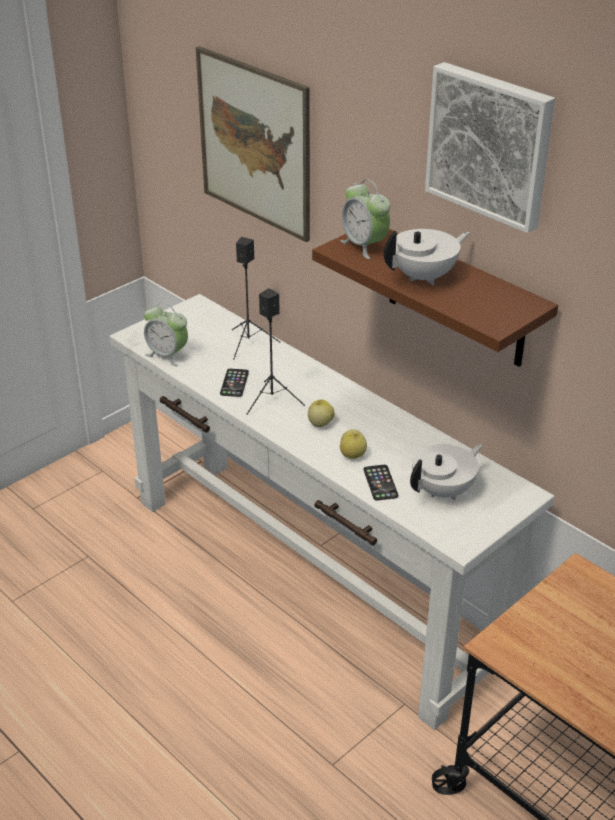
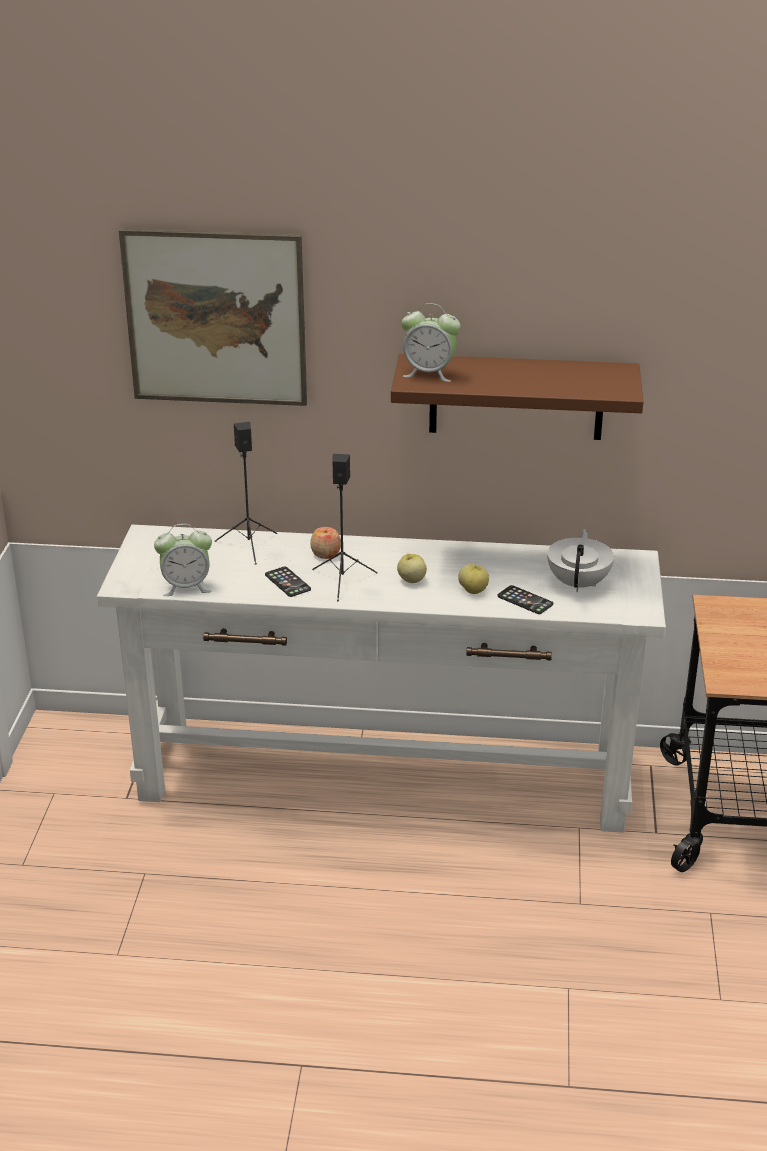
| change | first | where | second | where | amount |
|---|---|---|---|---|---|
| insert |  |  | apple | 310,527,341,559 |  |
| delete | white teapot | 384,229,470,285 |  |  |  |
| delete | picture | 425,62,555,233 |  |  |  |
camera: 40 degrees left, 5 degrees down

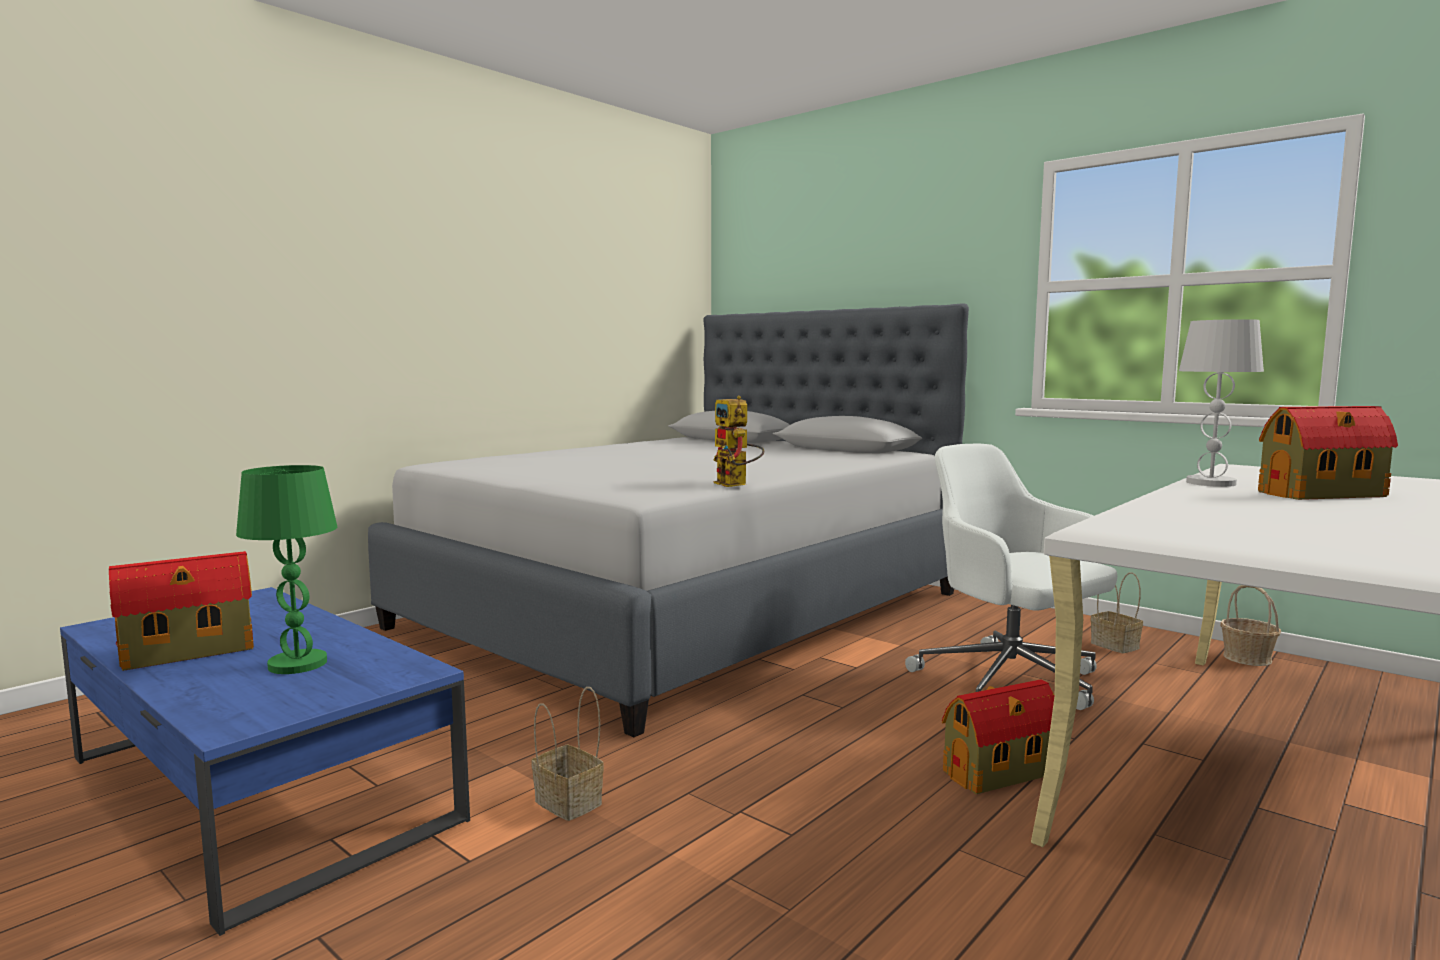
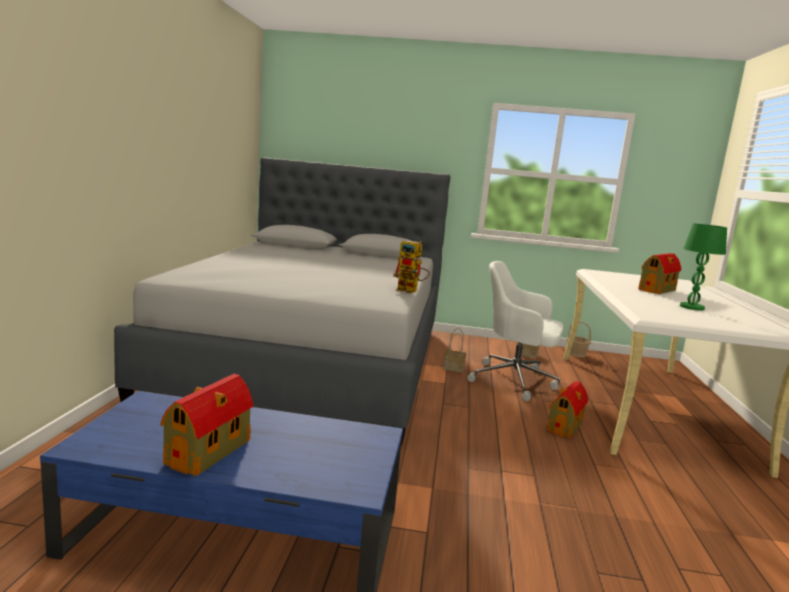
| change | first | where | second | where | amount |
|---|---|---|---|---|---|
| move | basket | 531,687,604,821 |  | 443,328,466,372 |  |
| move | green table lamp | 236,465,337,674 |  | 680,224,727,311 |  |
| delete | white table lamp | 1179,319,1264,487 |  |  |  |
camera: 35 degrees left, 5 degrees up

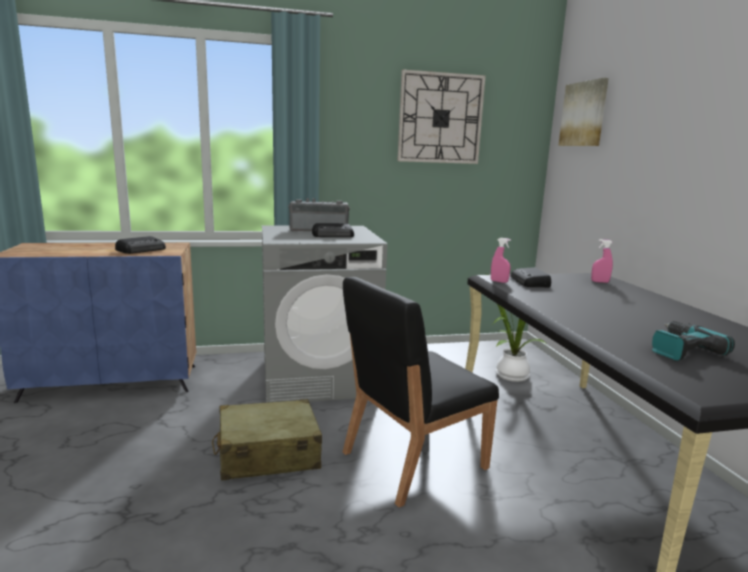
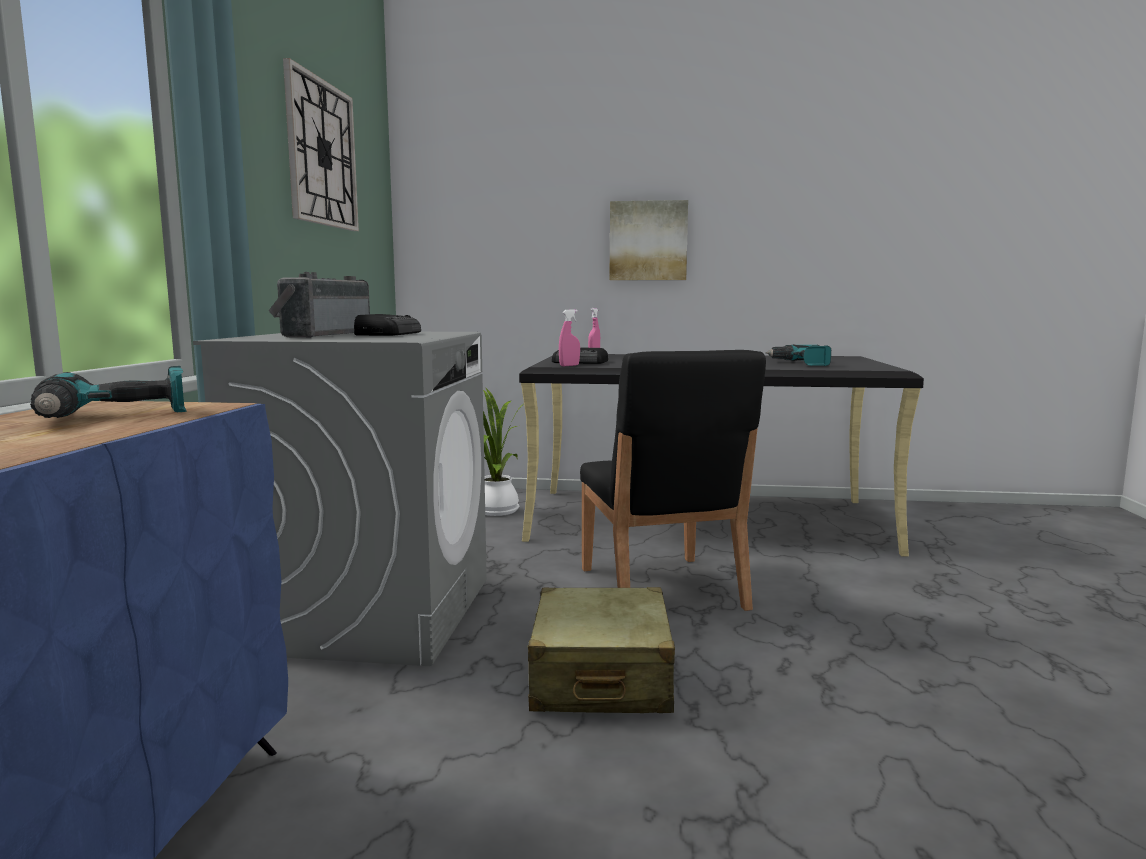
| change | first | where | second | where | amount |
|---|---|---|---|---|---|
| replace | radio | 115,236,166,254 | power drill | 30,366,187,418 |  |
| move | picture | 558,78,609,146 |  | 609,200,688,280 |  |
camera: 70 degrees left, 5 degrees down

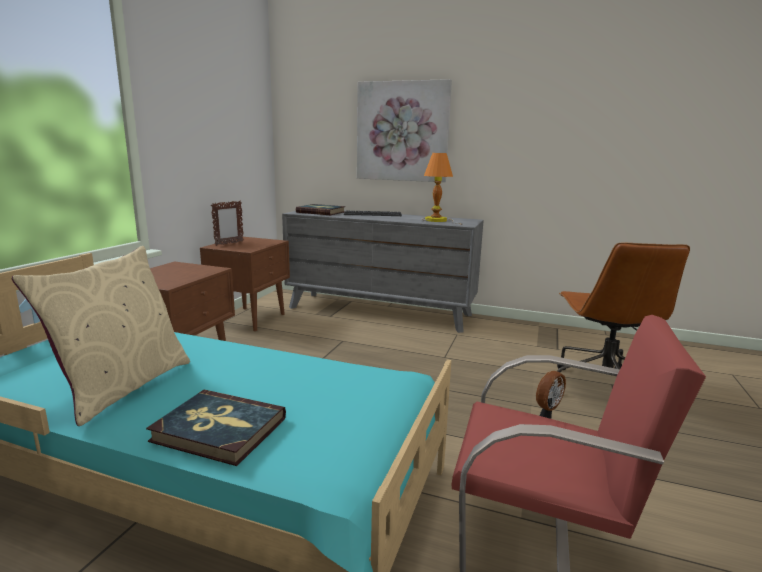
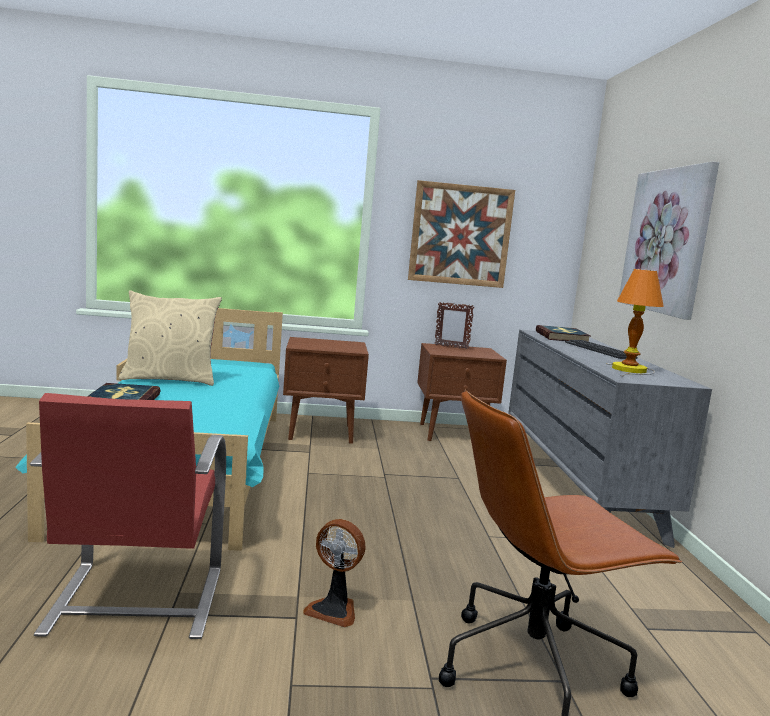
| change | first | where | second | where | amount |
|---|---|---|---|---|---|
| insert |  |  | picture | 408,180,515,288 |  |
camera: 65 degrees right, 5 degrees down

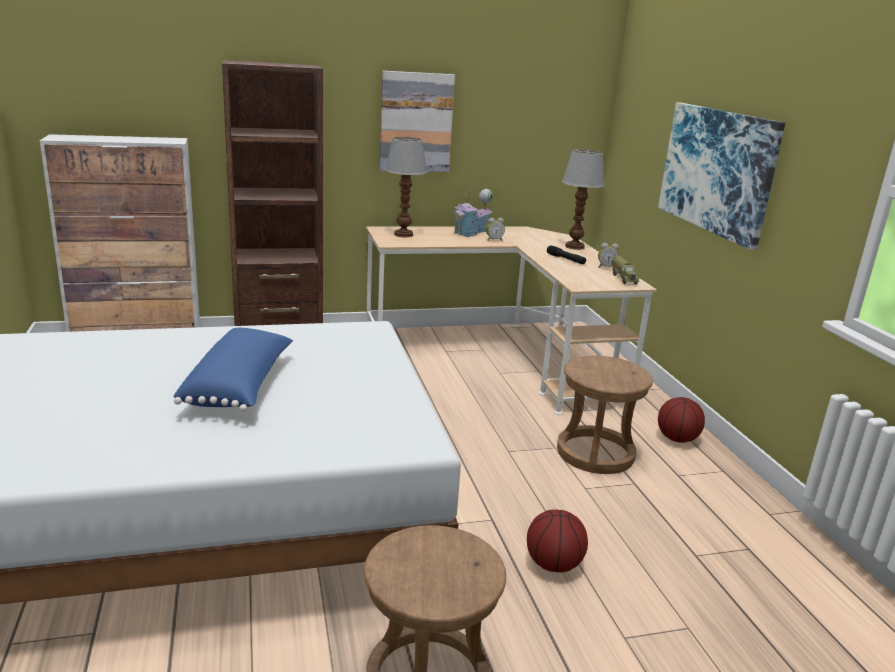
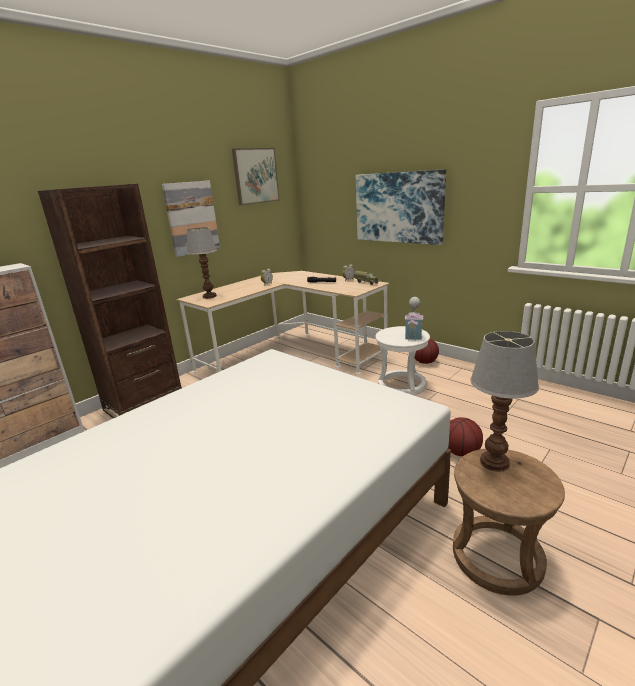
| change | first | where | second | where | amount |
|---|---|---|---|---|---|
| insert |  |  | picture | 232,148,280,205 |  |
| recolor | brown stool | 557,356,653,474 | white stool | 375,326,430,396 |  |
| move | toy house | 452,188,493,237 |  | 405,297,423,341 |  |
| move | table lamp | 562,149,605,250 |  | 470,331,539,472 |  |
| delete | blue pillow | 173,328,293,412 |  |  |  |
camera: 30 degrees left, 0 degrees up

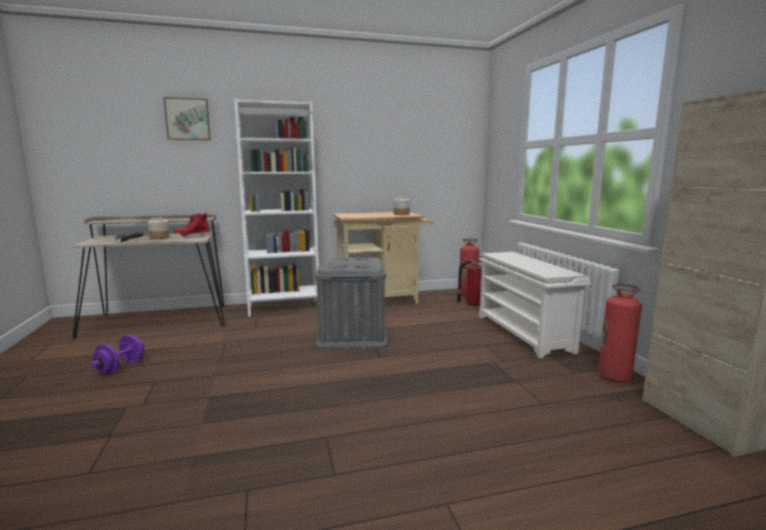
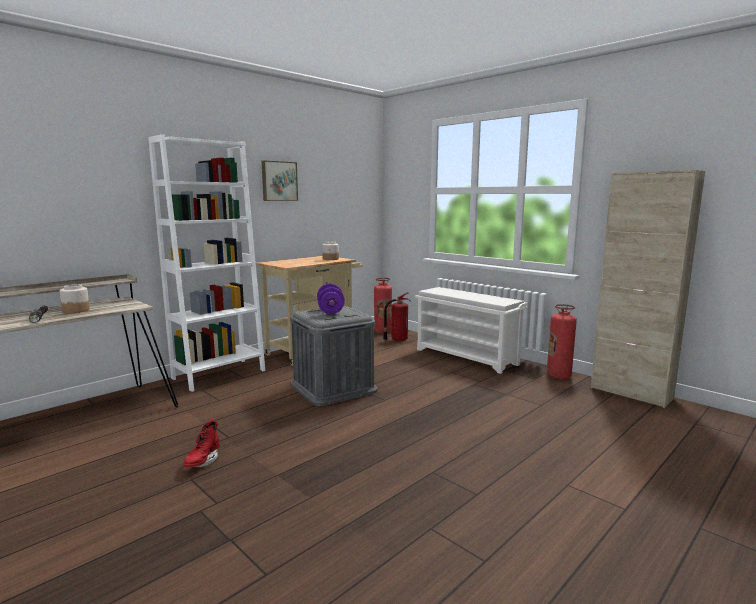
| change | first | where | second | where | amount |
|---|---|---|---|---|---|
| move | red boot | 174,213,209,237 |  | 183,418,220,467 |  |
| move | picture | 163,97,211,140 |  | 262,161,298,201 |  |
| move | purple dumbbell | 91,335,145,374 |  | 317,283,345,314 |  |
camera: 30 degrees left, 0 degrees up

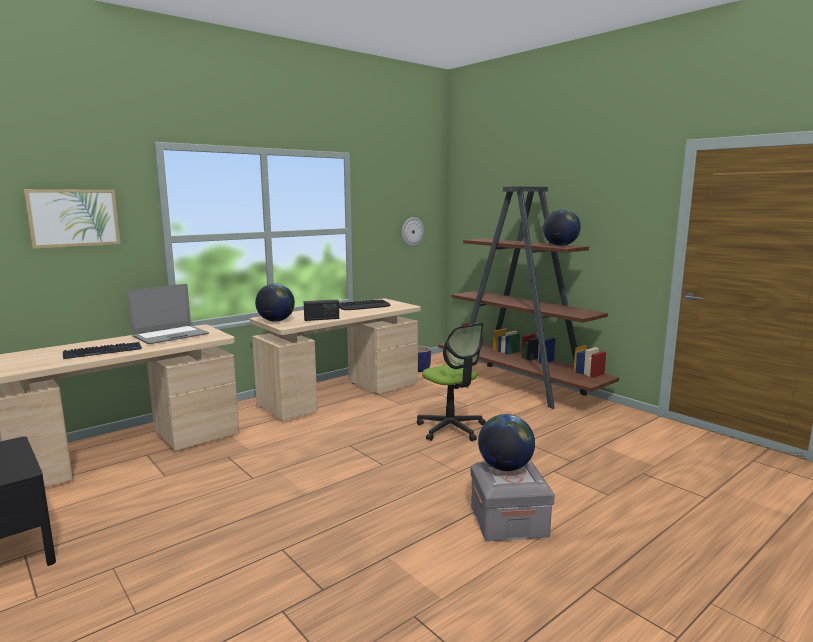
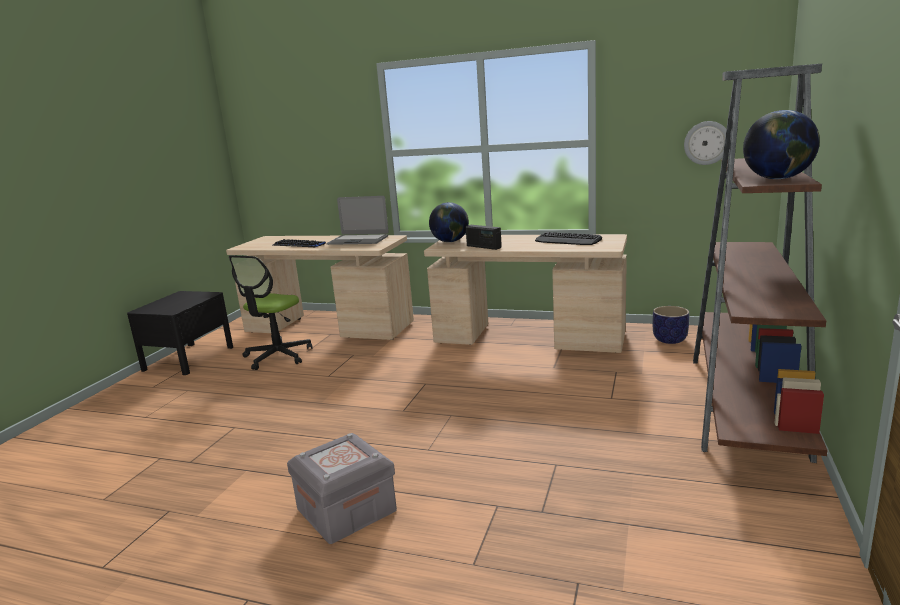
| change | first | where | second | where | amount |
|---|---|---|---|---|---|
| move | office chair | 417,323,486,441 |  | 229,255,312,370 |  |
| delete | picture | 23,189,121,249 |  |  |  |
| delete | globe | 478,414,535,471 |  |  |  |
camera: 60 degrees right, 5 degrees up

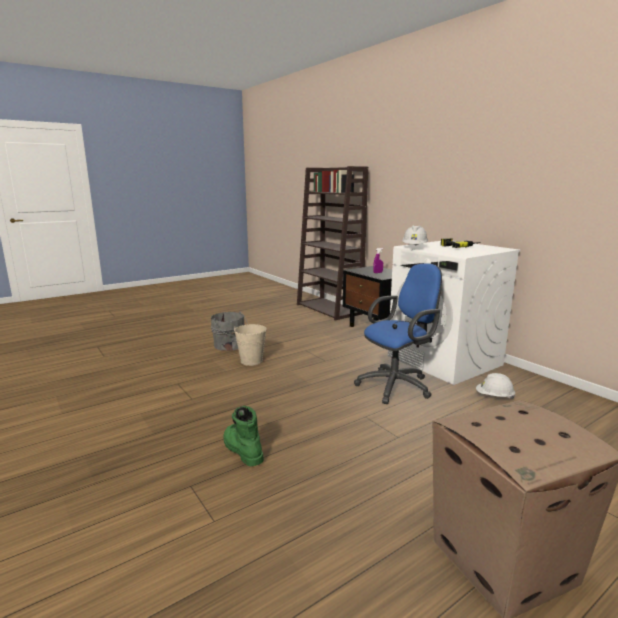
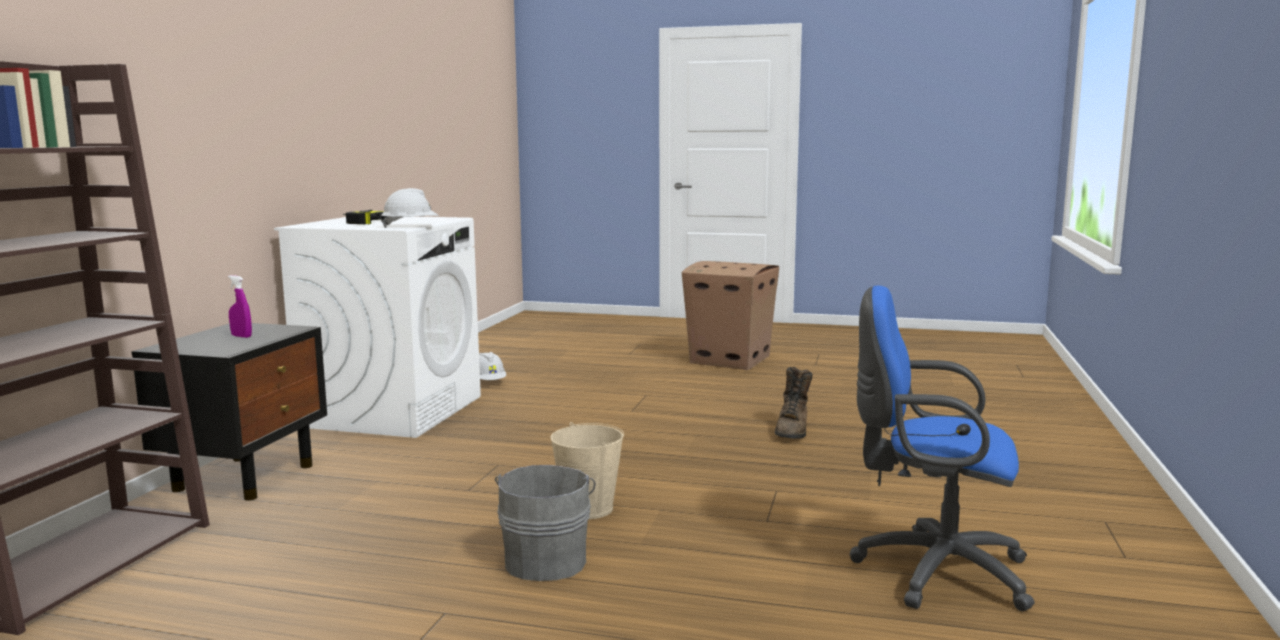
| change | first | where | second | where | amount |
|---|---|---|---|---|---|
| recolor | green boot | 224,406,264,466 | brown boot | 775,367,813,439 |  |
| move | blue office chair | 354,263,442,404 |  | 849,285,1035,611 |  |
camera: 130 degrees left, 5 degrees down

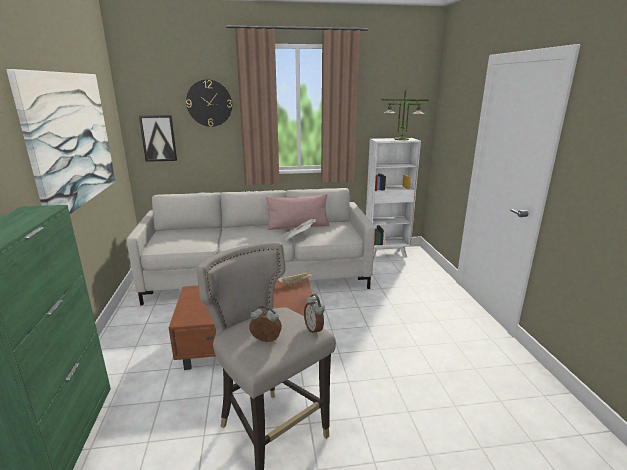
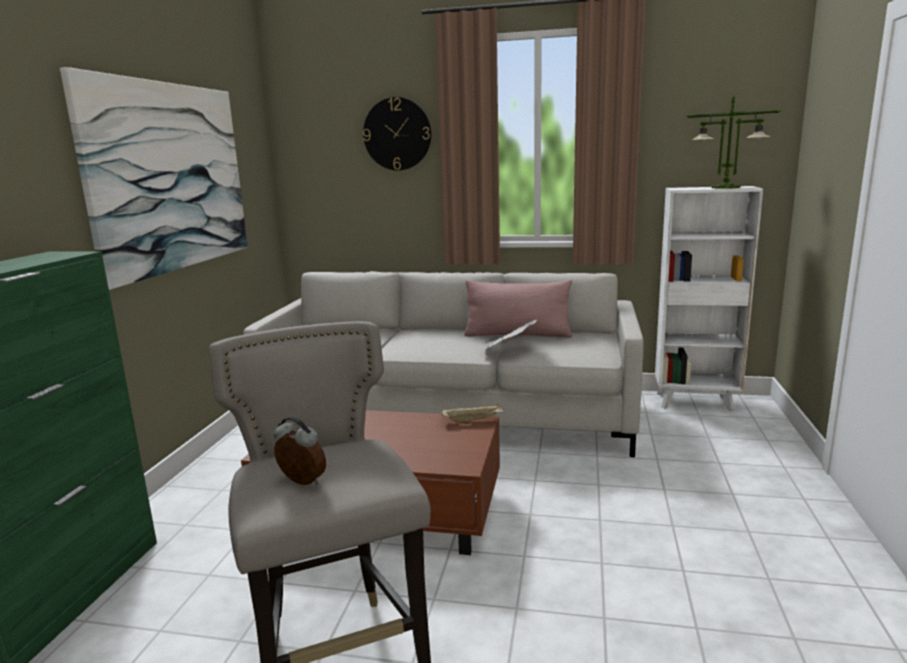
| change | first | where | second | where | amount |
|---|---|---|---|---|---|
| delete | picture | 139,115,177,162 |  |  |  |
| delete | alarm clock | 304,294,325,335 |  |  |  |
camera: 20 degrees right, 5 degrees down

